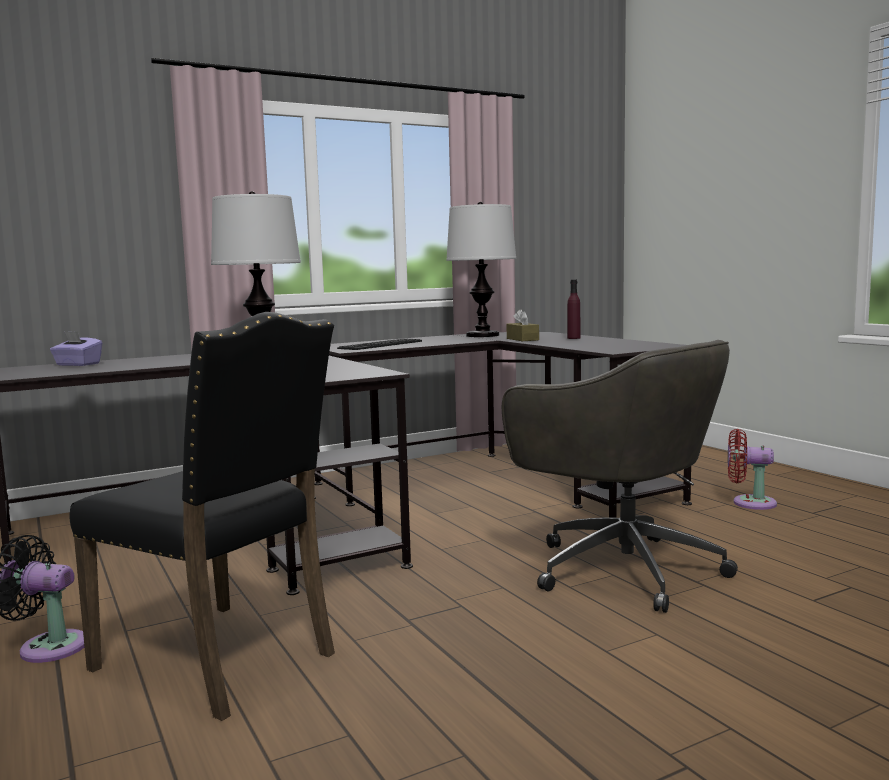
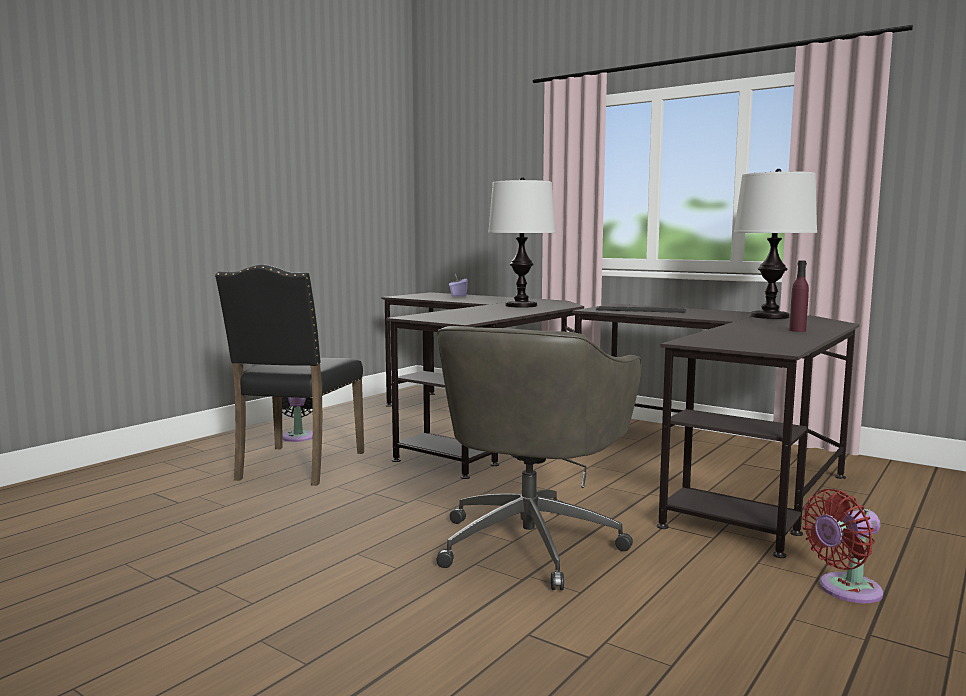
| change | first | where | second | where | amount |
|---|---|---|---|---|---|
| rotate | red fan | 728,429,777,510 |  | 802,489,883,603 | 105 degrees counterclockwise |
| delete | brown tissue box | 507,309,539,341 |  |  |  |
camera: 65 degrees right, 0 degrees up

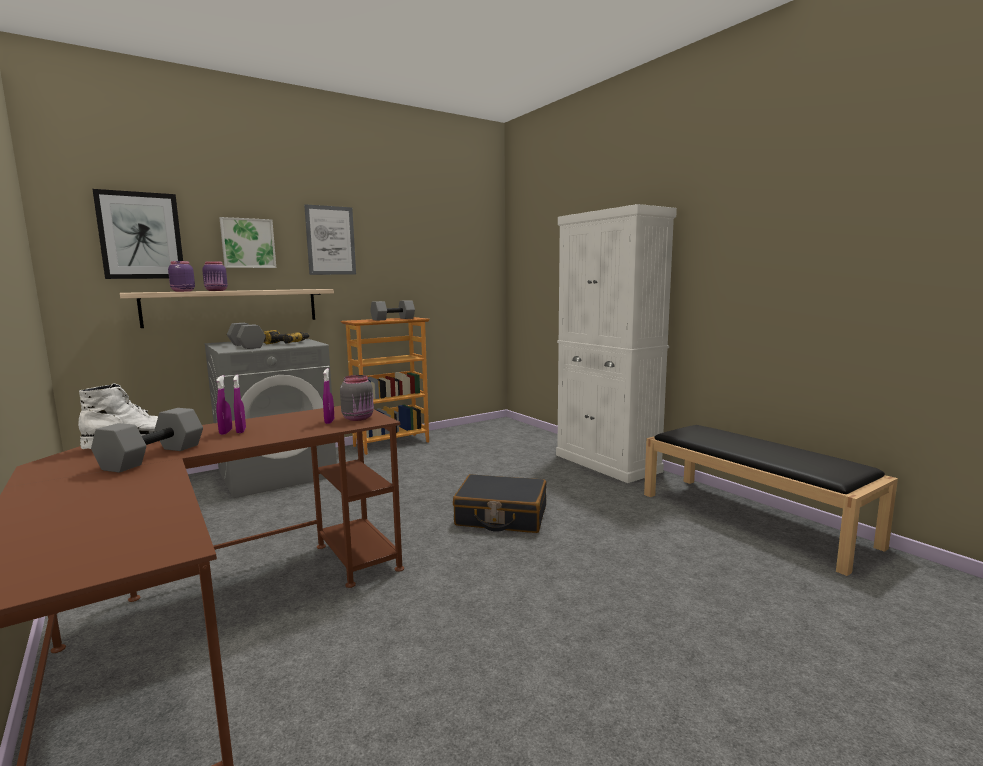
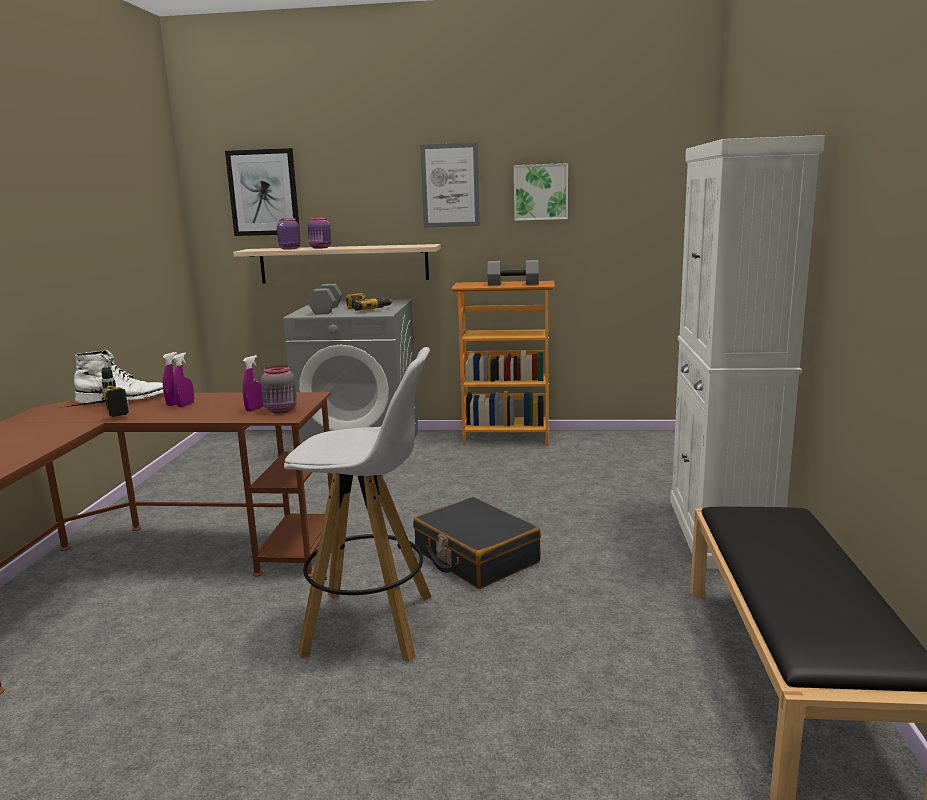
| change | first | where | second | where | amount |
|---|---|---|---|---|---|
| replace | grey dumbbell | 91,408,203,473 | power drill | 66,363,129,417 |  |
| insert |  |  | white stool | 284,347,431,662 |  |
| move | picture | 220,217,276,268 |  | 514,163,568,221 |  |
camera: 40 degrees right, 5 degrees up

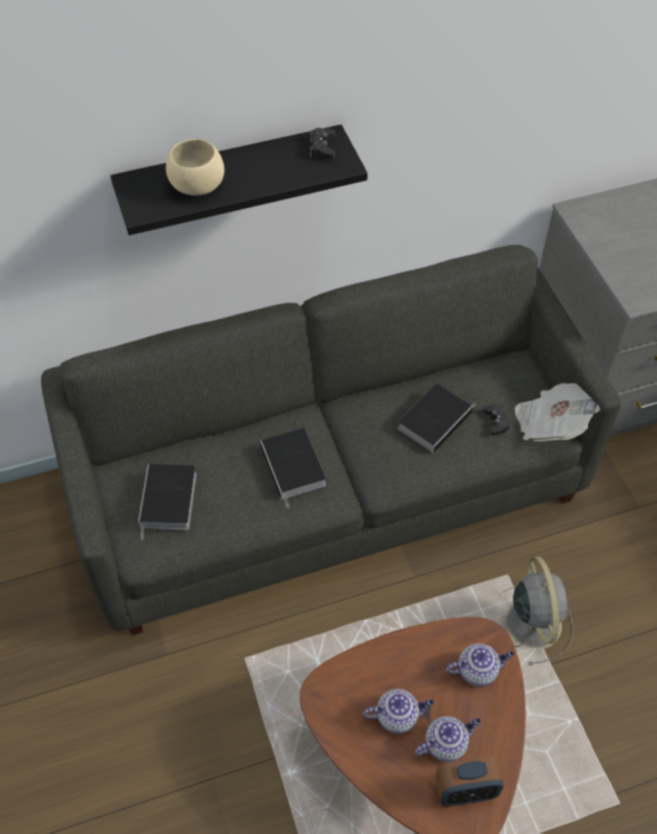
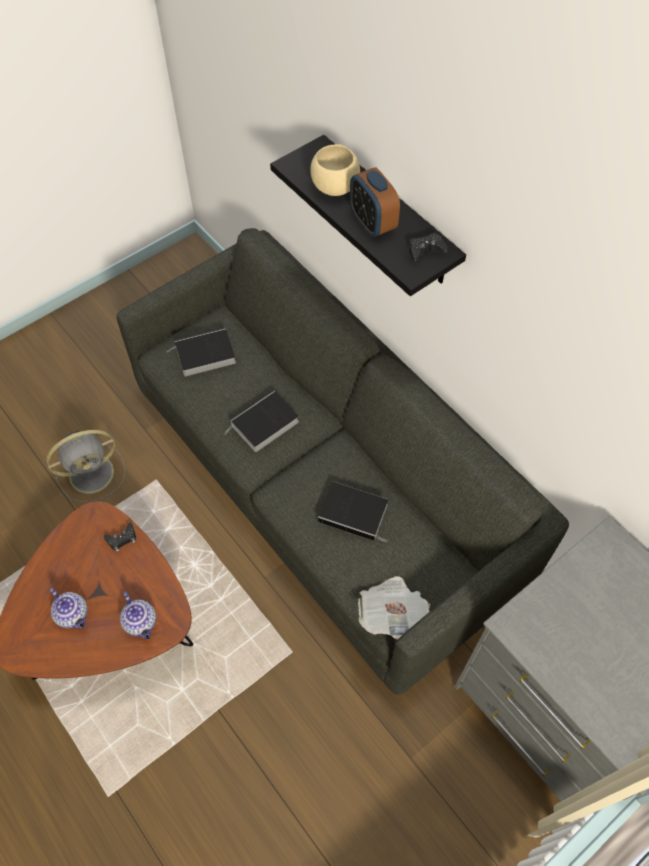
| change | first | where | second | where | amount |
|---|---|---|---|---|---|
| move | grey fan | 499,556,574,665 |  | 46,430,125,503 |  |
| move | black game controller | 483,404,510,436 |  | 104,523,136,552 |  |
| move | alarm clock | 435,756,504,806 |  | 350,167,400,237 |  |
| delete | teapot | 363,689,434,734 |  |  |  |
camera: 70 degrees right, 5 degrees up

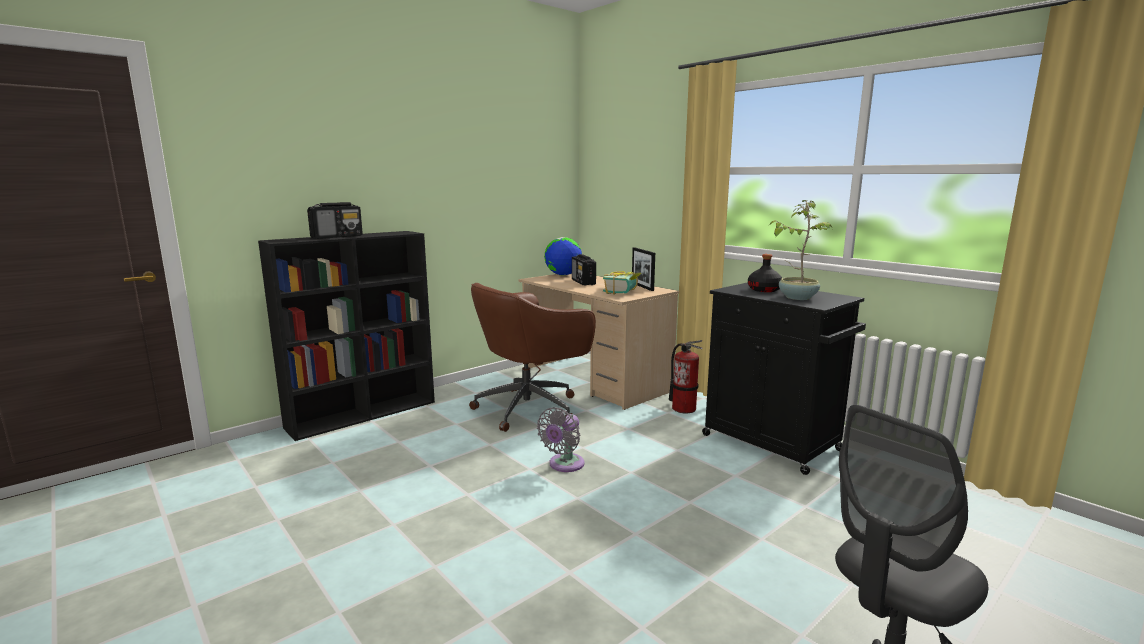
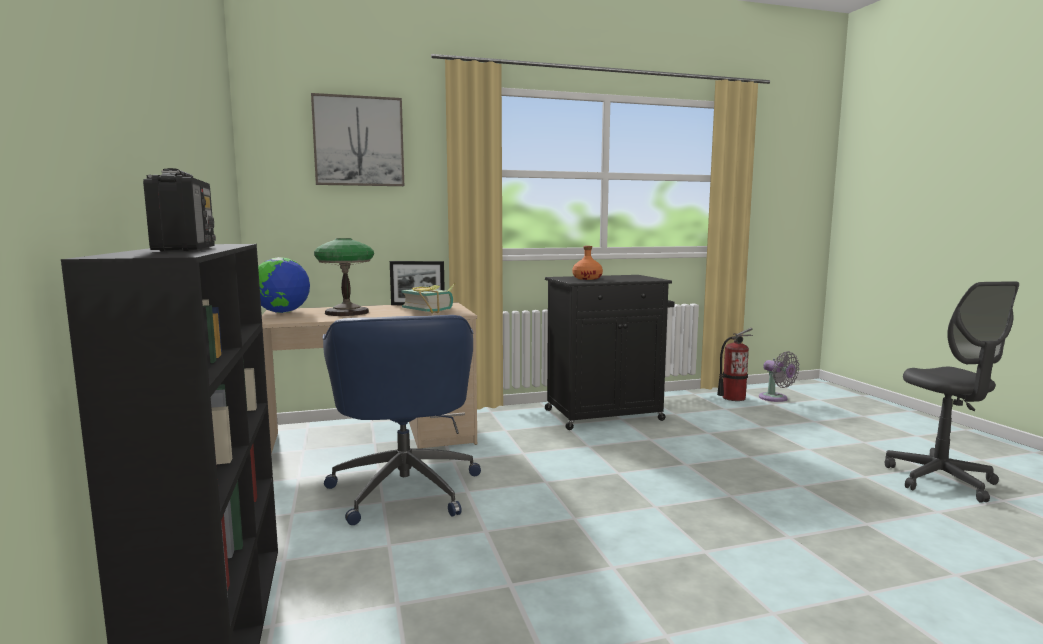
| change | first | where | second | where | amount |
|---|---|---|---|---|---|
| insert |  |  | picture | 311,93,404,186 |  |
| replace | radio | 572,254,596,286 | table lamp | 314,238,374,316 |  |
| recolor | brown office chair | 469,283,596,432 | blue office chair | 322,315,481,525 |  |
| recolor | black bottle | 748,254,782,292 | orange bottle | 572,246,603,280 |  |
| move | fire extinguisher | 669,340,703,413 |  | 717,328,753,401 |  |
| move | grey fan | 537,407,584,472 |  | 759,351,800,402 |  |
| delete | potted plant | 769,200,832,300 |  |  |  |
camera: 65 degrees left, 5 degrees down

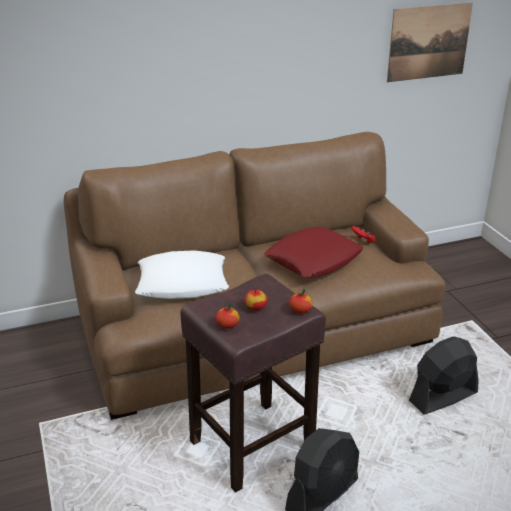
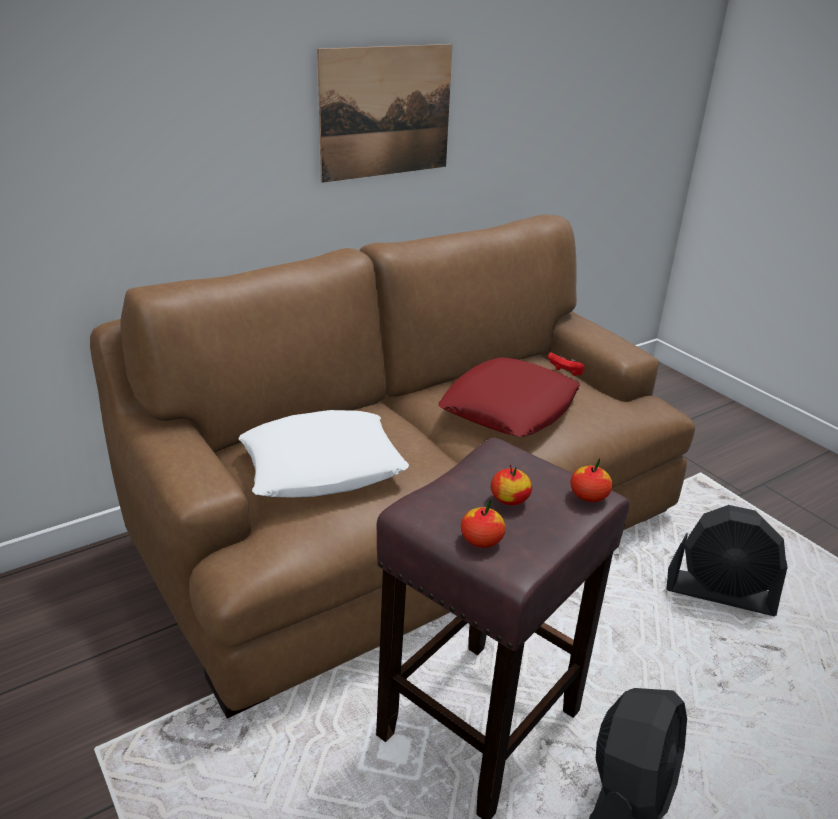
| change | first | where | second | where | amount |
|---|---|---|---|---|---|
| move | picture | 387,3,473,82 |  | 317,44,453,183 |  |
| rotate | black fan | 409,336,479,415 |  | 667,505,788,616 | 120 degrees counterclockwise |
camera: 15 degrees left, 0 degrees up

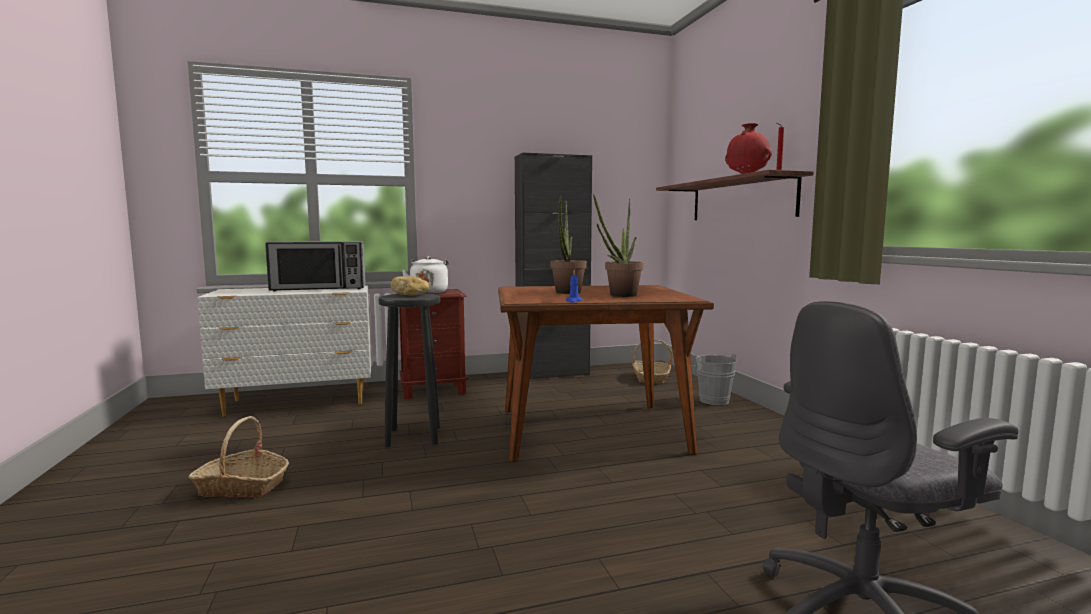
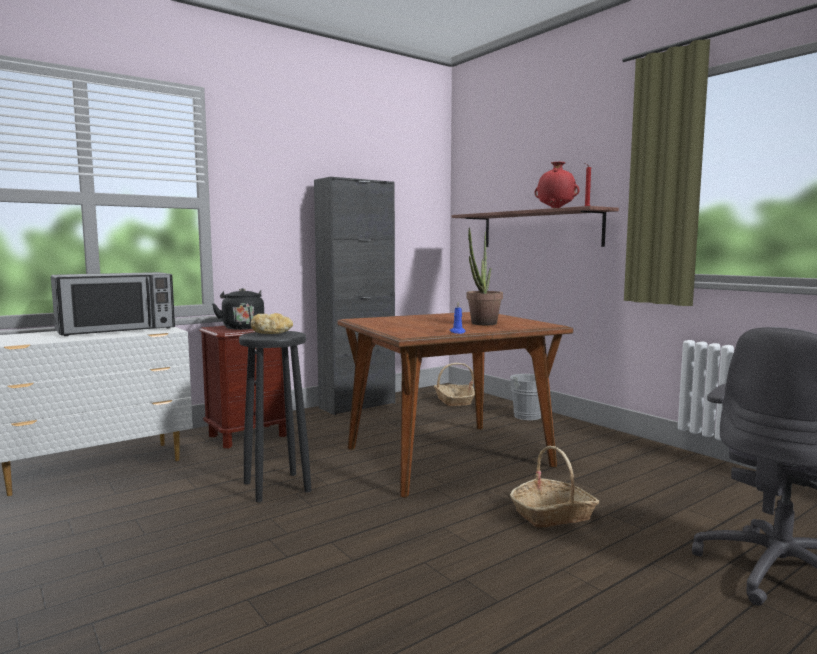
| change | first | where | second | where | amount |
|---|---|---|---|---|---|
| recolor | white kettle | 402,256,449,294 | black kettle | 212,288,264,330 |  |
| move | basket | 188,416,289,498 |  | 510,446,599,528 |  |
| delete | potted plant | 551,194,587,294 |  |  |  |
camera: 20 degrees left, 0 degrees up

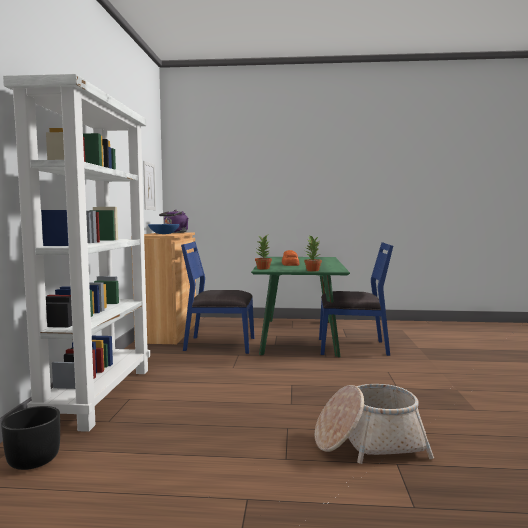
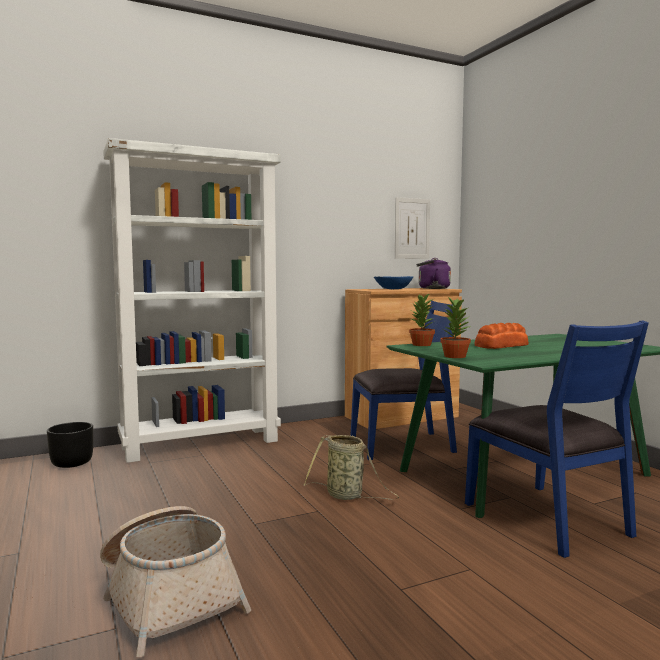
| change | first | where | second | where | amount |
|---|---|---|---|---|---|
| insert |  |  | basket | 304,435,399,500 |  |
| rotate | blue chair | 181,241,254,354 |  | 351,301,457,460 | 105 degrees clockwise |
camera: 60 degrees right, 0 degrees up

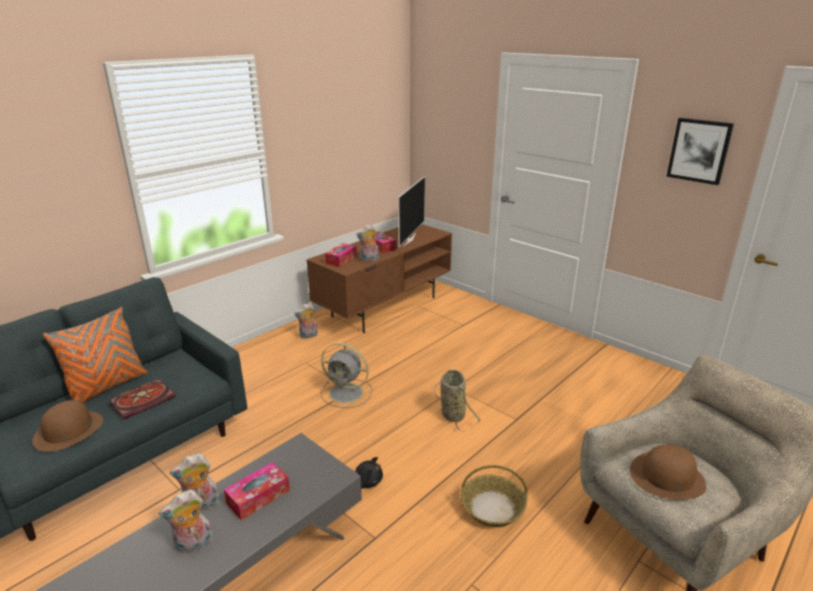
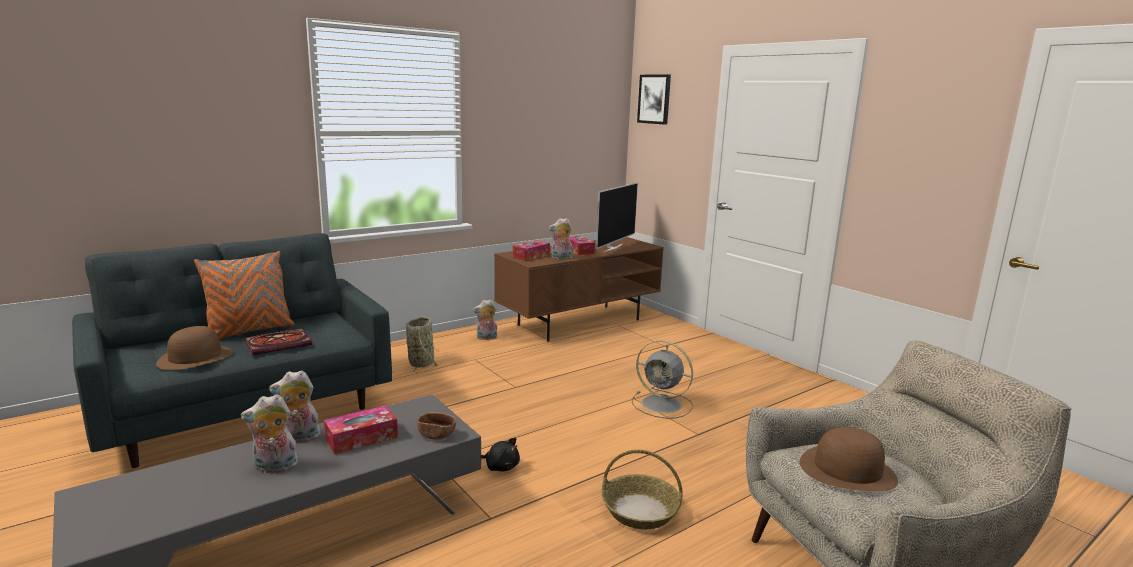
| change | first | where | second | where | amount |
|---|---|---|---|---|---|
| move | basket | 434,370,481,432 |  | 406,317,438,372 |  |
| insert |  |  | brown bowl | 417,412,456,440 |  |
| move | grey fan | 321,343,373,408 |  | 632,340,693,419 |  |
| move | picture | 666,118,734,185 |  | 637,74,671,125 |  |
camera: 10 degrees right, 10 degrees down

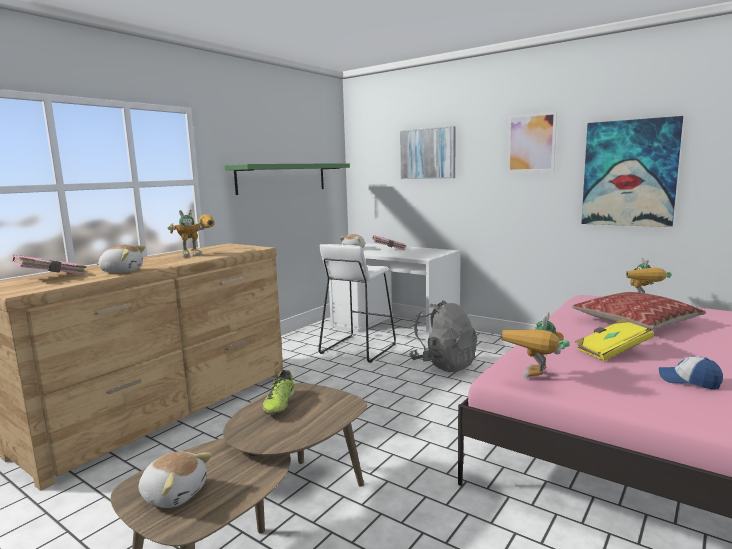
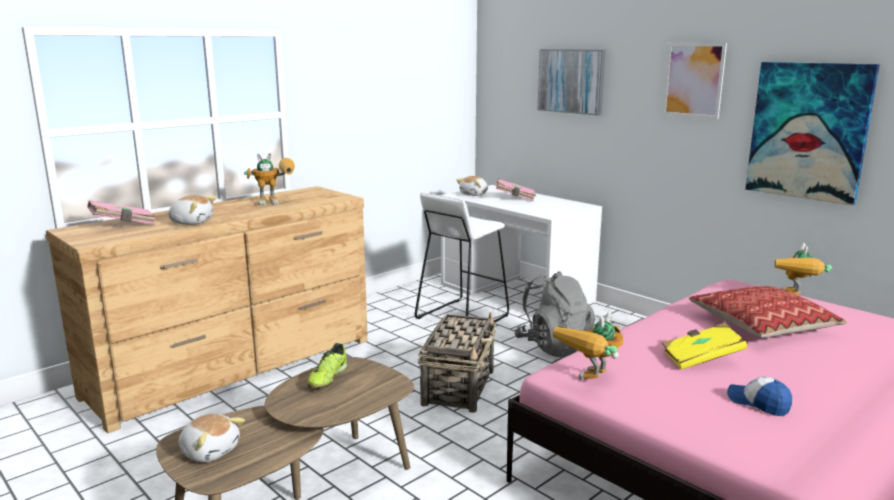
| change | first | where | second | where | amount |
|---|---|---|---|---|---|
| insert |  |  | basket | 418,312,495,413 |  |
| delete | green shelf | 224,163,350,195 |  |  |  |
camera: 10 degrees right, 5 degrees up

